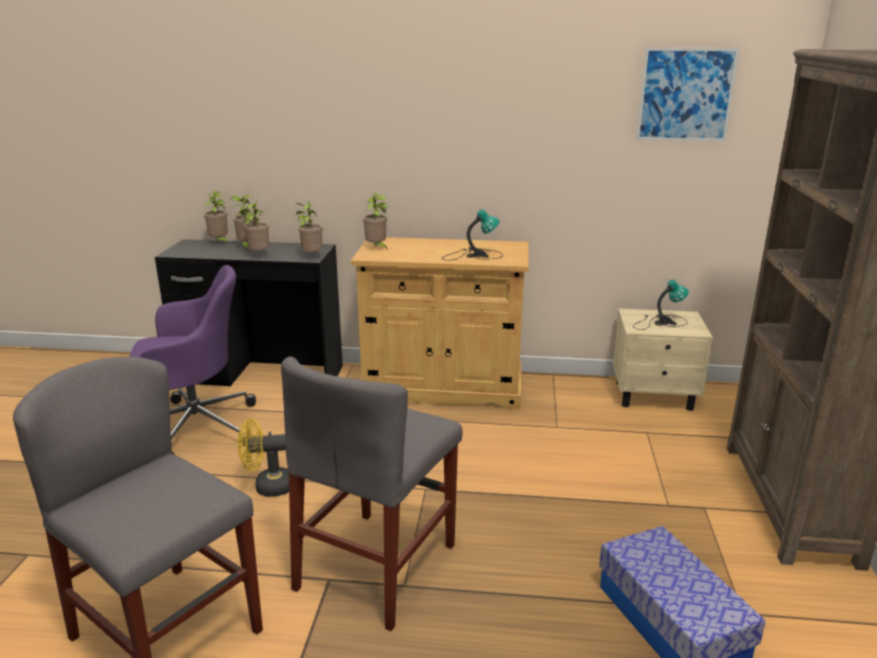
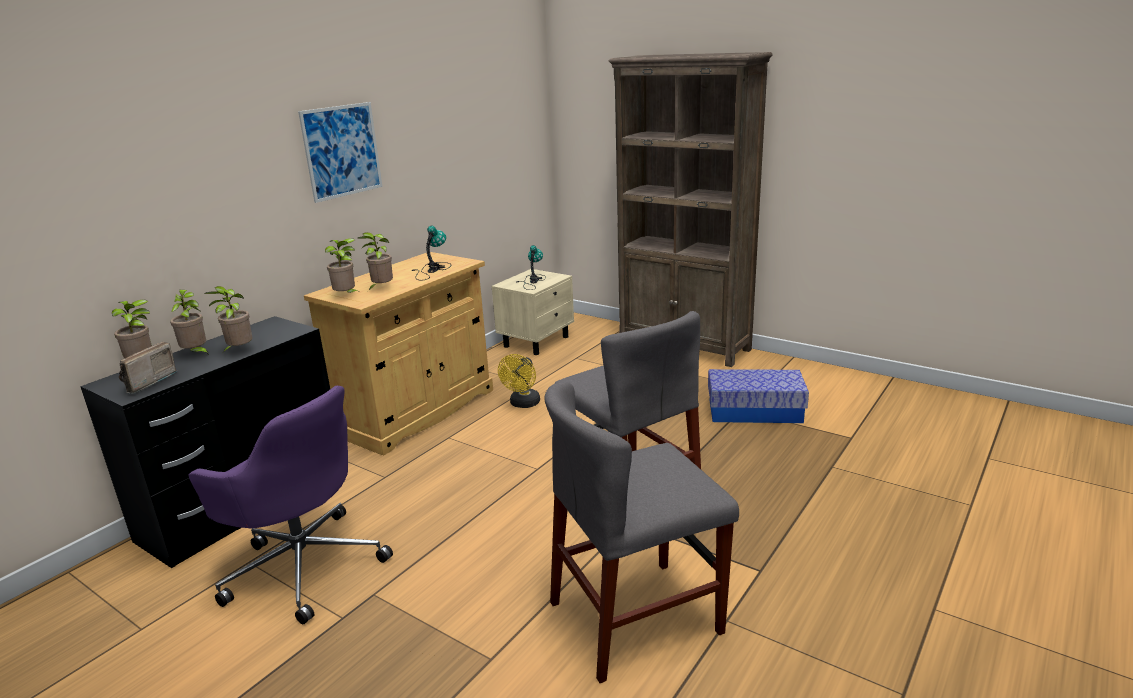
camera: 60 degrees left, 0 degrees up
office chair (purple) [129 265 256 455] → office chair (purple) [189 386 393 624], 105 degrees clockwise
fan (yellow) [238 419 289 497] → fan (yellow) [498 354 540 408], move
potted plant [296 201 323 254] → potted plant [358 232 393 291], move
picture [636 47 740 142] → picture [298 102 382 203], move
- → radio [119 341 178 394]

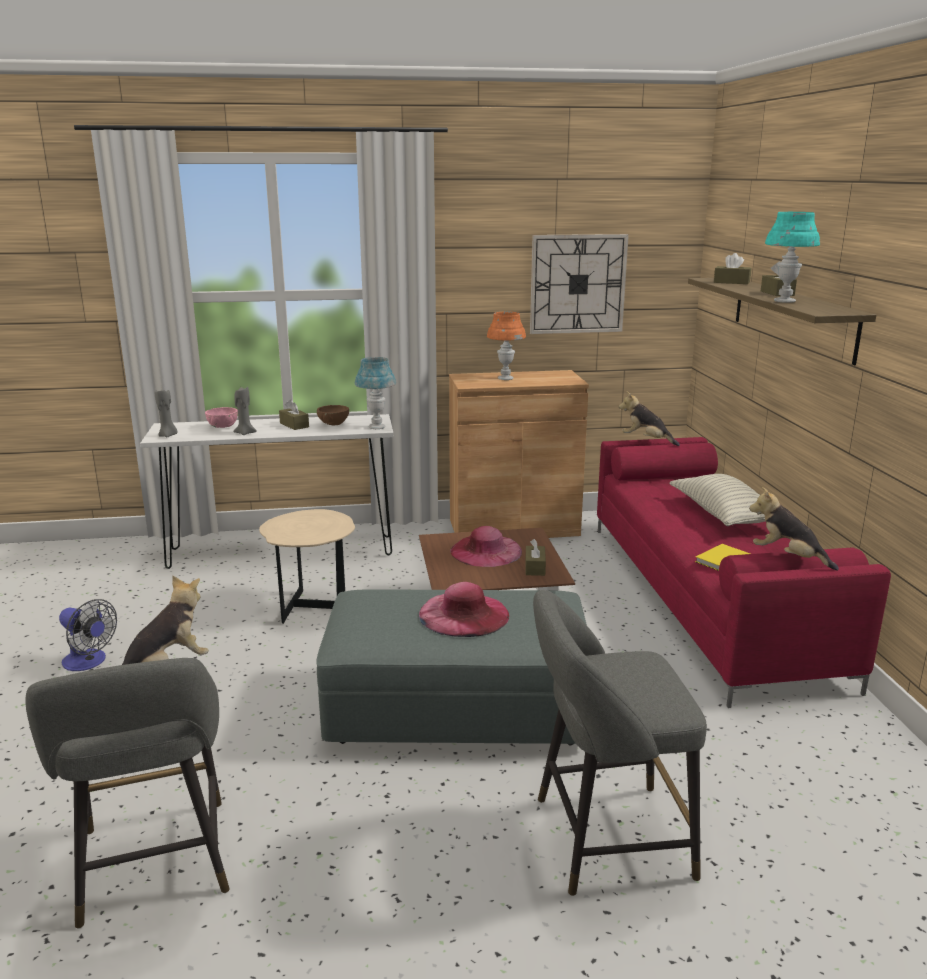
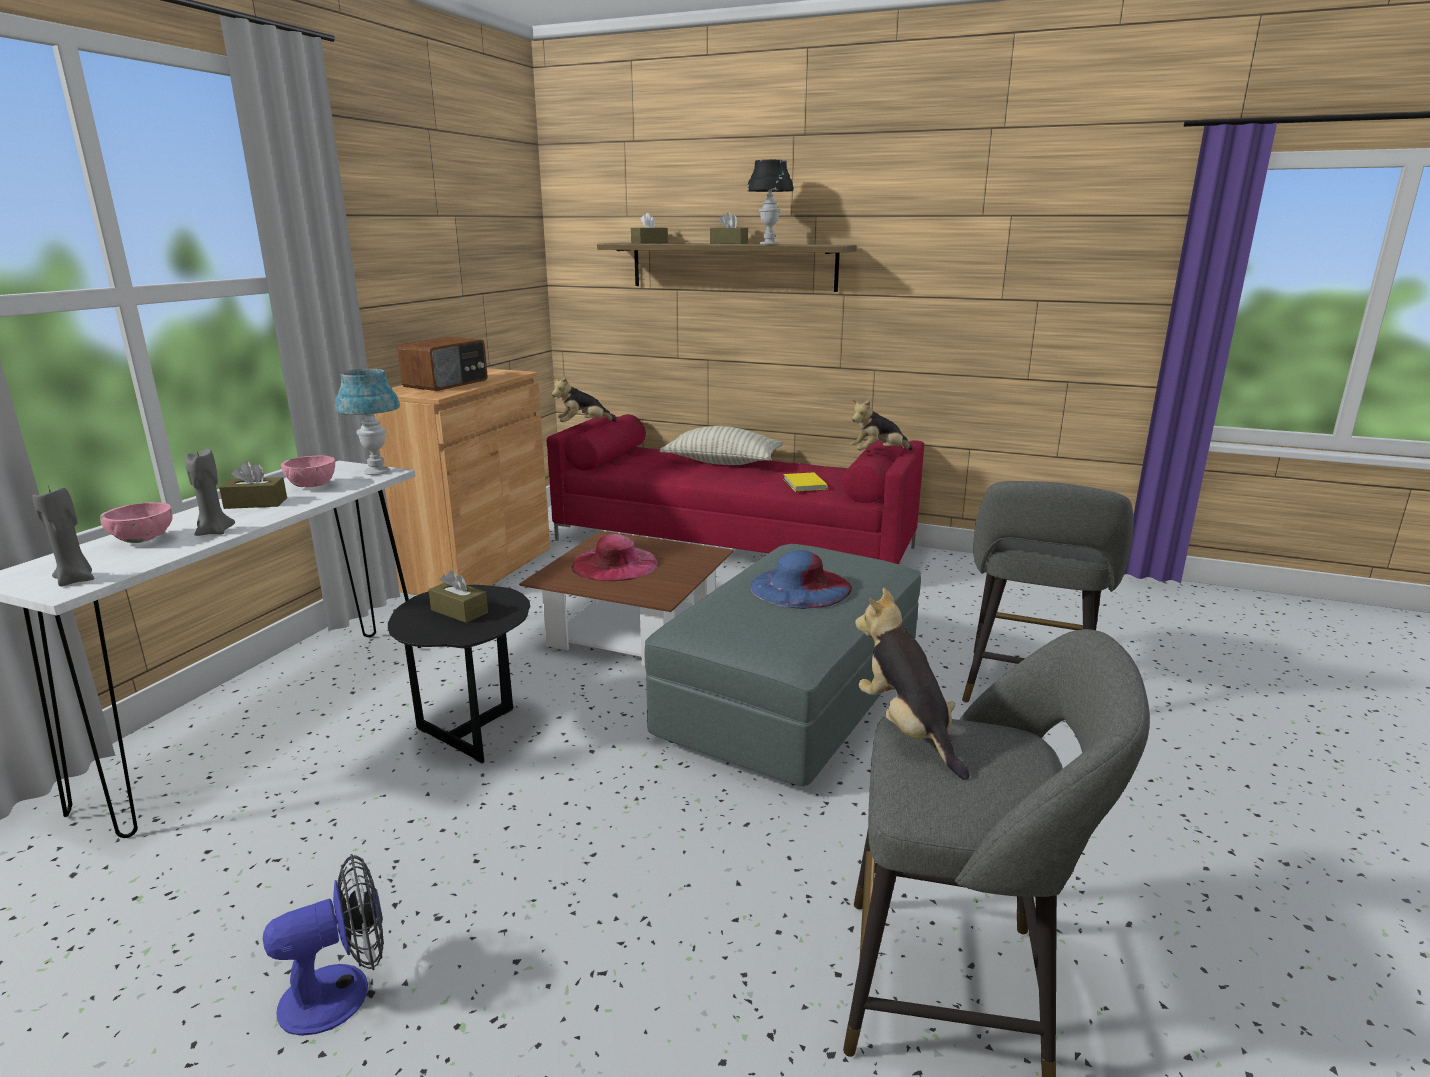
camera: 60 degrees left, 0 degrees up
side table (beige) [259 509 355 624] → side table (black) [388 585 530 763]
bowl (brown) [317 405 349 426] → bowl (pink) [281 456 335 487]
hat (pink) [419 582 509 637] → hat (blue) [751 550 852 609]
table lamp (orange) [487 311 526 380] → radio [398 337 488 391]
tissue box (brown) [526 539 546 576] → tissue box (brown) [429 570 488 623], move
wall clock [530 234 629 334] → -
table lamp (turquoise) [765 212 820 303] → table lamp (black) [747 160 794 245]

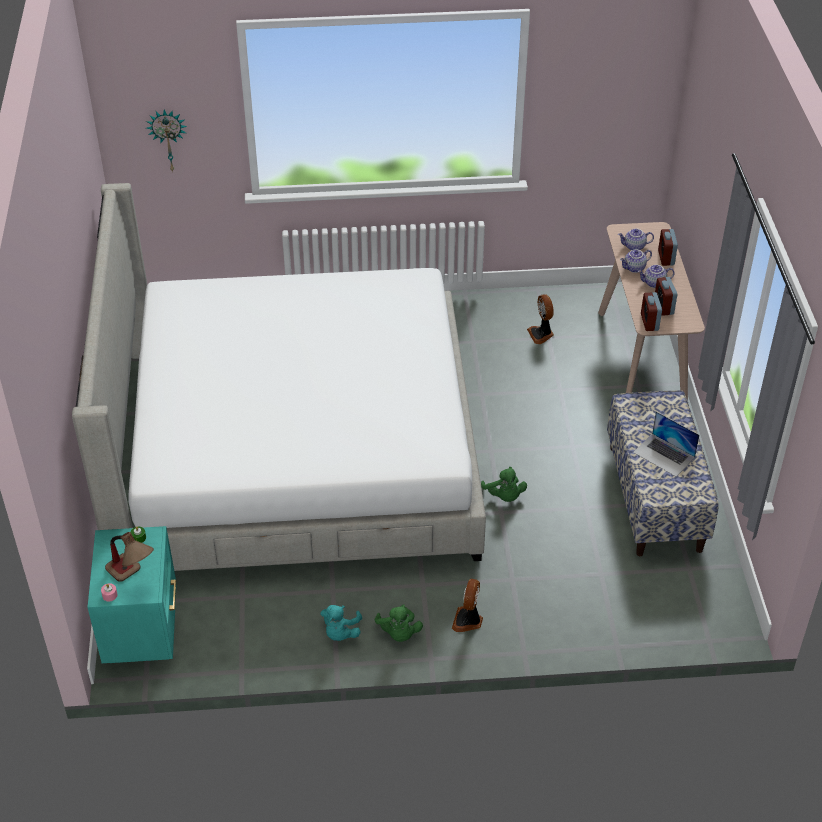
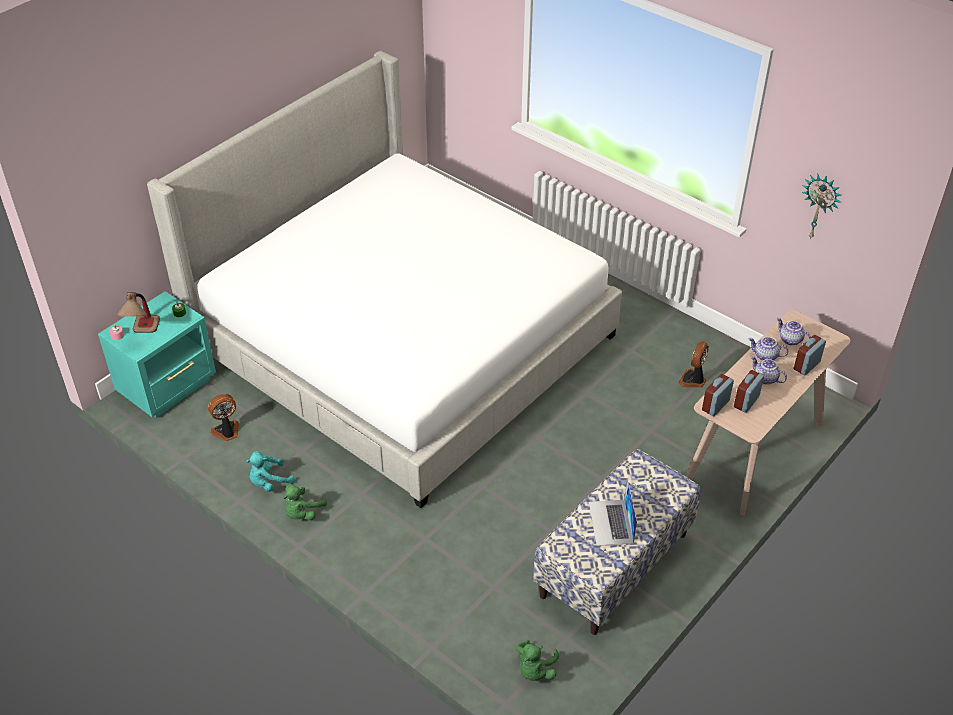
camera: 45 degrees right, 0 degrees up
wall clock [146 110 187 172] → wall clock [802 174 842 240], move
fan [452 579 483 632] → fan [208 394 239 441], move
plush toy (green) [481 467 527 502] → plush toy (green) [516 640 559 681], move

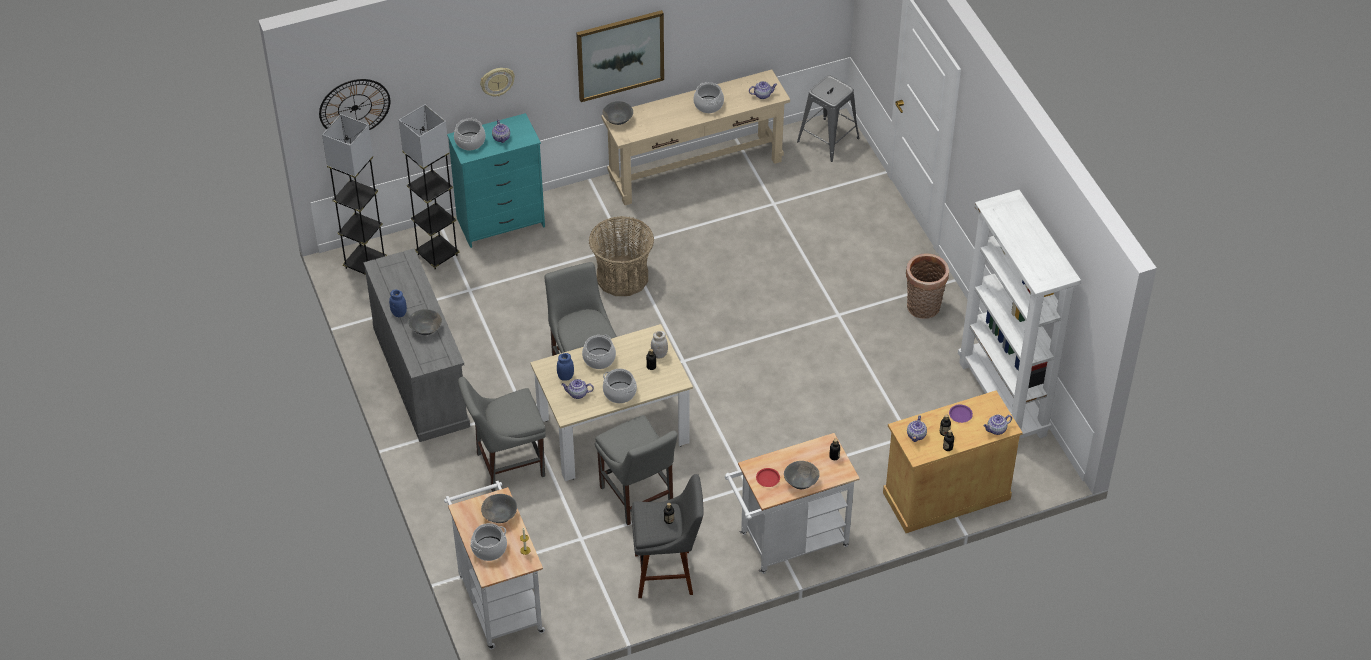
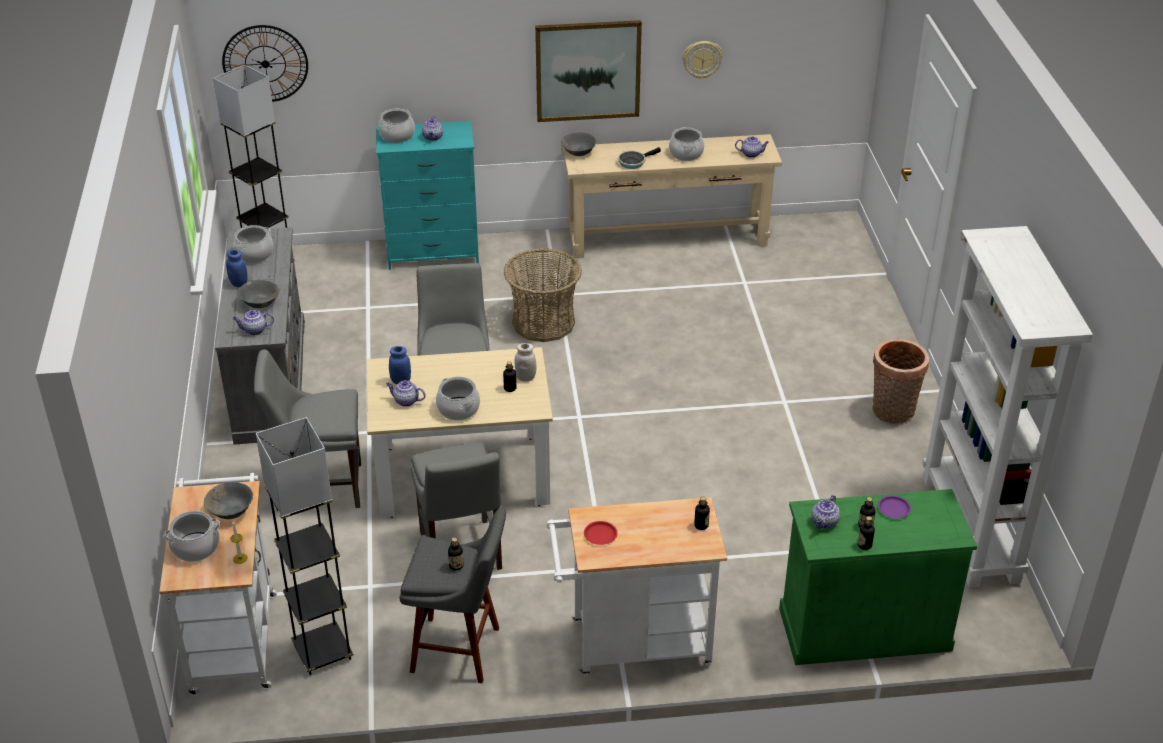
camera: 15 degrees right, 10 degrees down
floor lamp (grey) [399 104 460 270] → floor lamp (grey) [256 417 354 675], move
wall clock [480 68 515 96] → wall clock [683 41 723 79], move
cooking pot [582 334 616 369] → cooking pot [233 225 273 263], move
bowl (grey) [784 461 820 489] → -
stool (grey) [797 75 859 162] → -
cabinet (beige) [883 391 1023 533] → cabinet (green) [779 489 977 665]
teapot [984 414 1012 435] → teapot [233 310 274 335], move
- → frying pan [618 147 661 169]

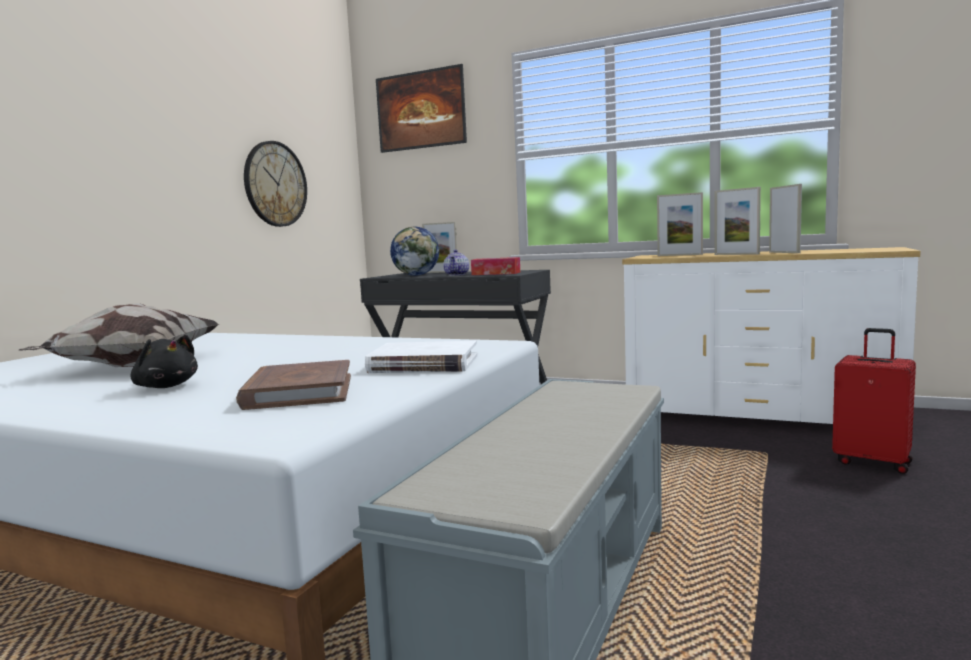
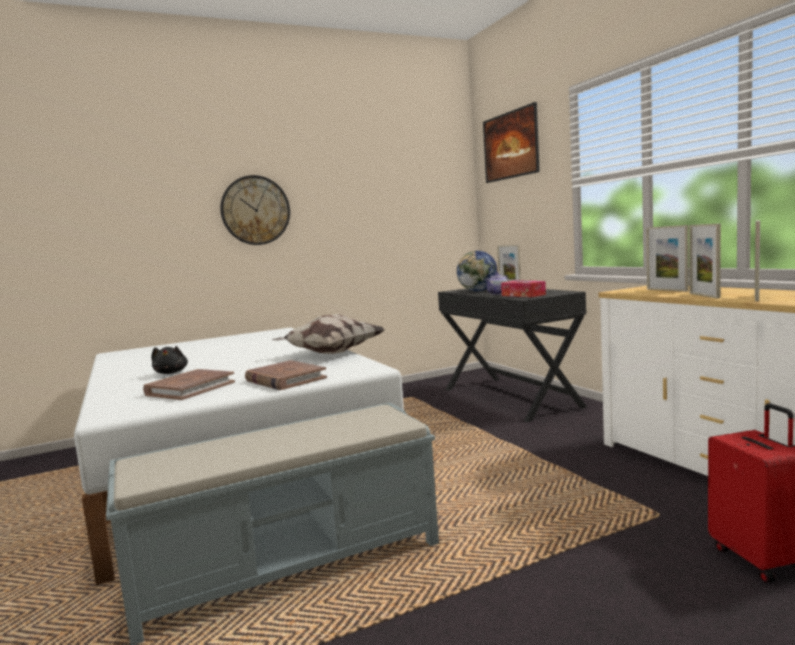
camera: 40 degrees right, 0 degrees up
pillow [19 303 218 367] → pillow [272 314 385 354], move
wall clock [244 141 307 227] → wall clock [220 175 290 245], move
book (white) [365 341 477 373] → book (brown) [245 360 327 390]

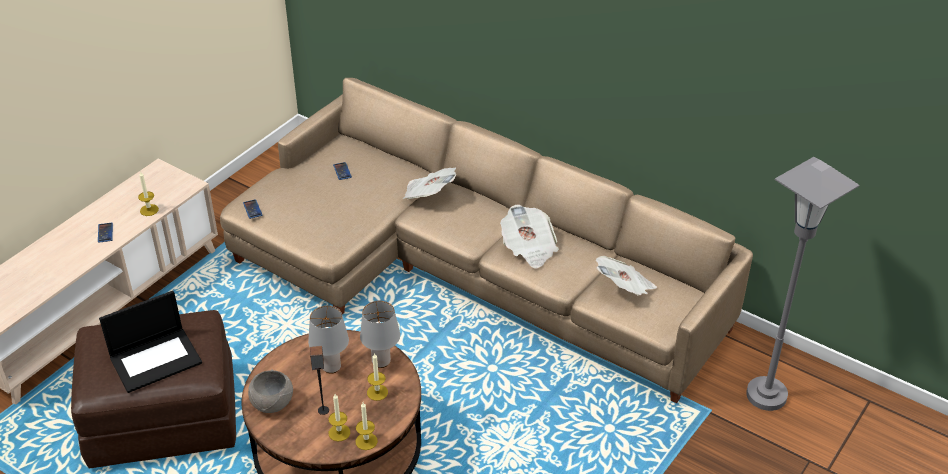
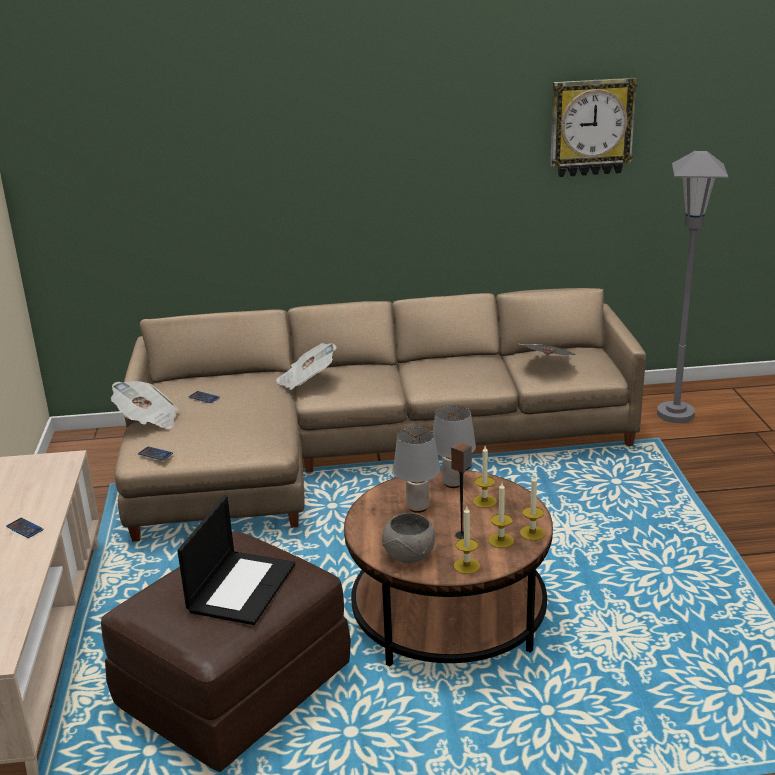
camera: 40 degrees left, 15 degrees down
candle [138 171 159 216] → candle [454 507 480 574], move
newspaper [500 204 559 269] → newspaper [111 381 179 429], move
- → wall clock [550 78 638 177]

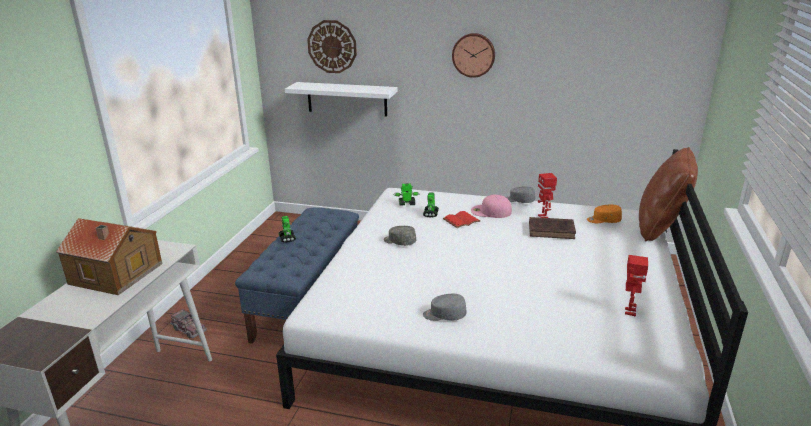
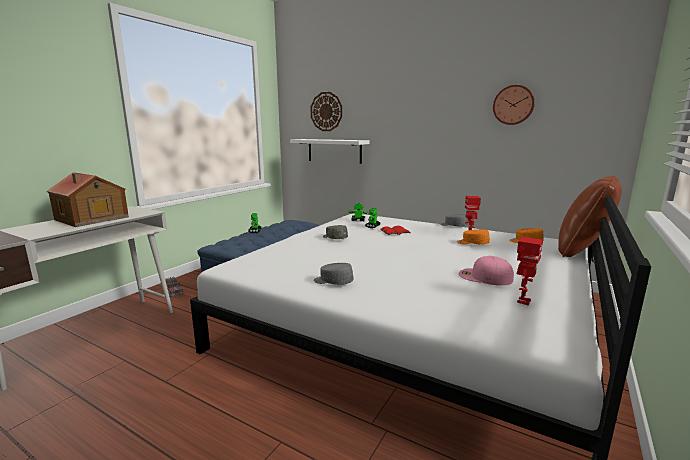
camera: 15 degrees right, 10 degrees down
wall clock [452 33 495 78] → wall clock [493 85 535 125], move
cap (pink) [471 194 512 218] → cap (pink) [459 256 514 286], move
book (brown) [529 217 576 239] → cap (orange) [457 229 490 244]

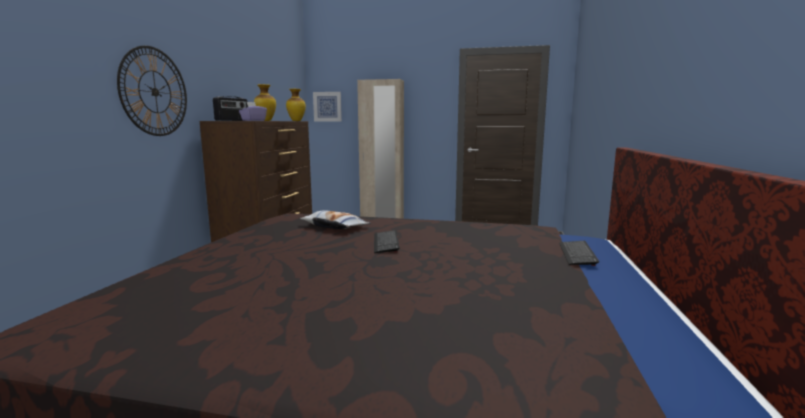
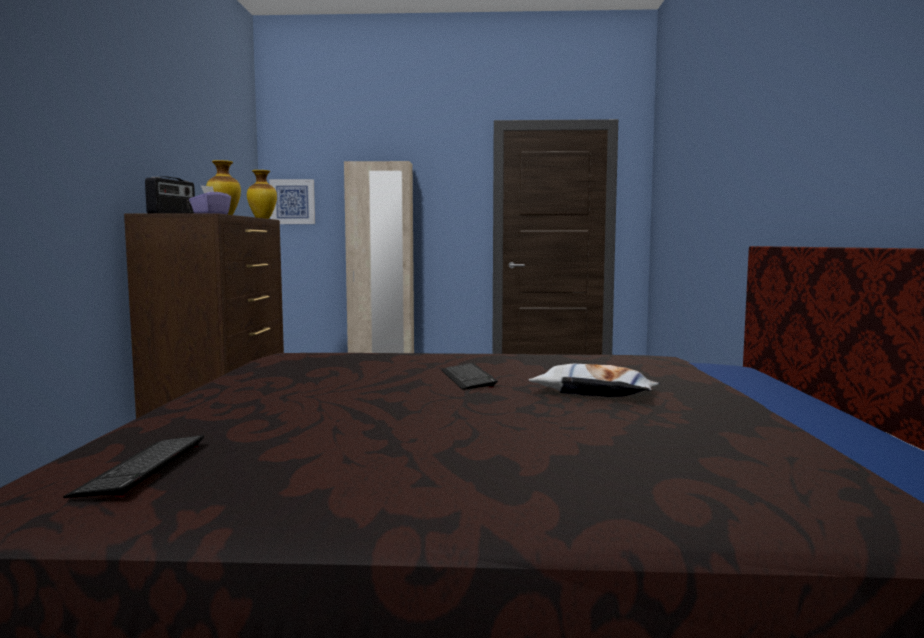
camera: 10 degrees left, 5 degrees down
wall clock [117 46 187 136] → -
pillow [300 210 371 229] → pillow [528 364 660 397], move
keyboard [559 241 599 266] → keyboard [63 435 204 498], move

